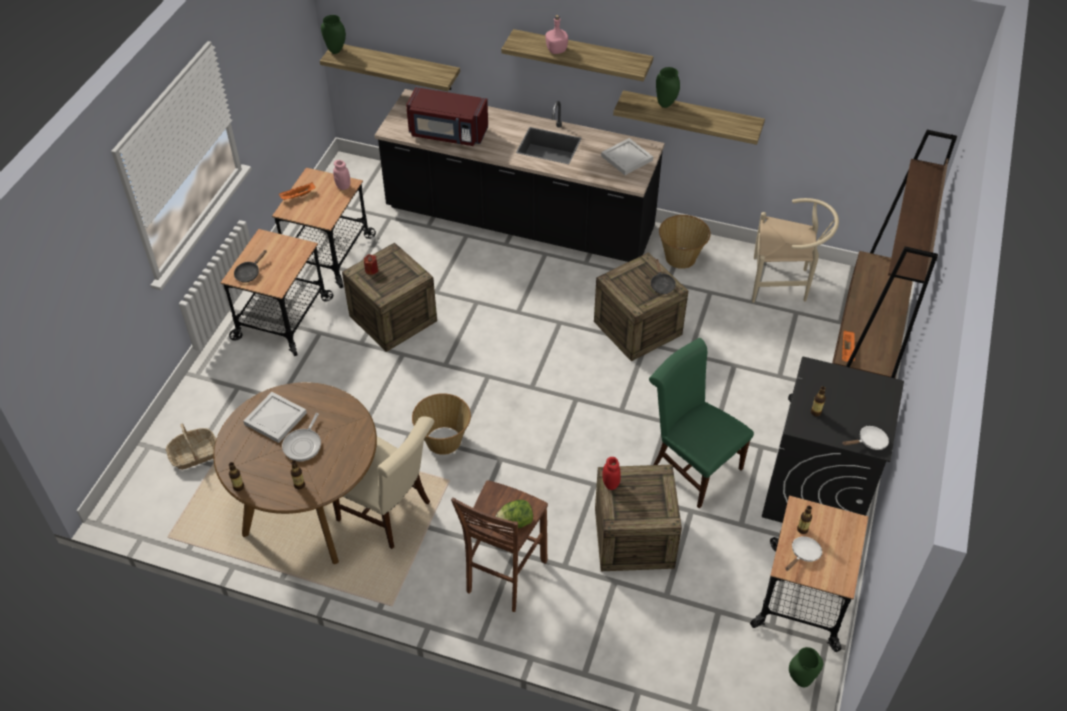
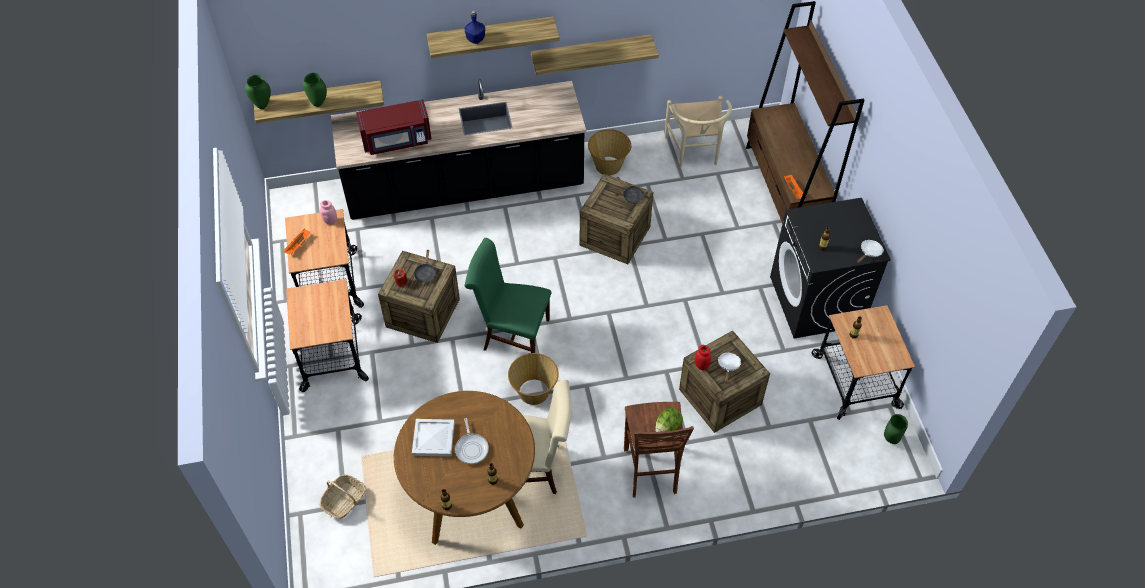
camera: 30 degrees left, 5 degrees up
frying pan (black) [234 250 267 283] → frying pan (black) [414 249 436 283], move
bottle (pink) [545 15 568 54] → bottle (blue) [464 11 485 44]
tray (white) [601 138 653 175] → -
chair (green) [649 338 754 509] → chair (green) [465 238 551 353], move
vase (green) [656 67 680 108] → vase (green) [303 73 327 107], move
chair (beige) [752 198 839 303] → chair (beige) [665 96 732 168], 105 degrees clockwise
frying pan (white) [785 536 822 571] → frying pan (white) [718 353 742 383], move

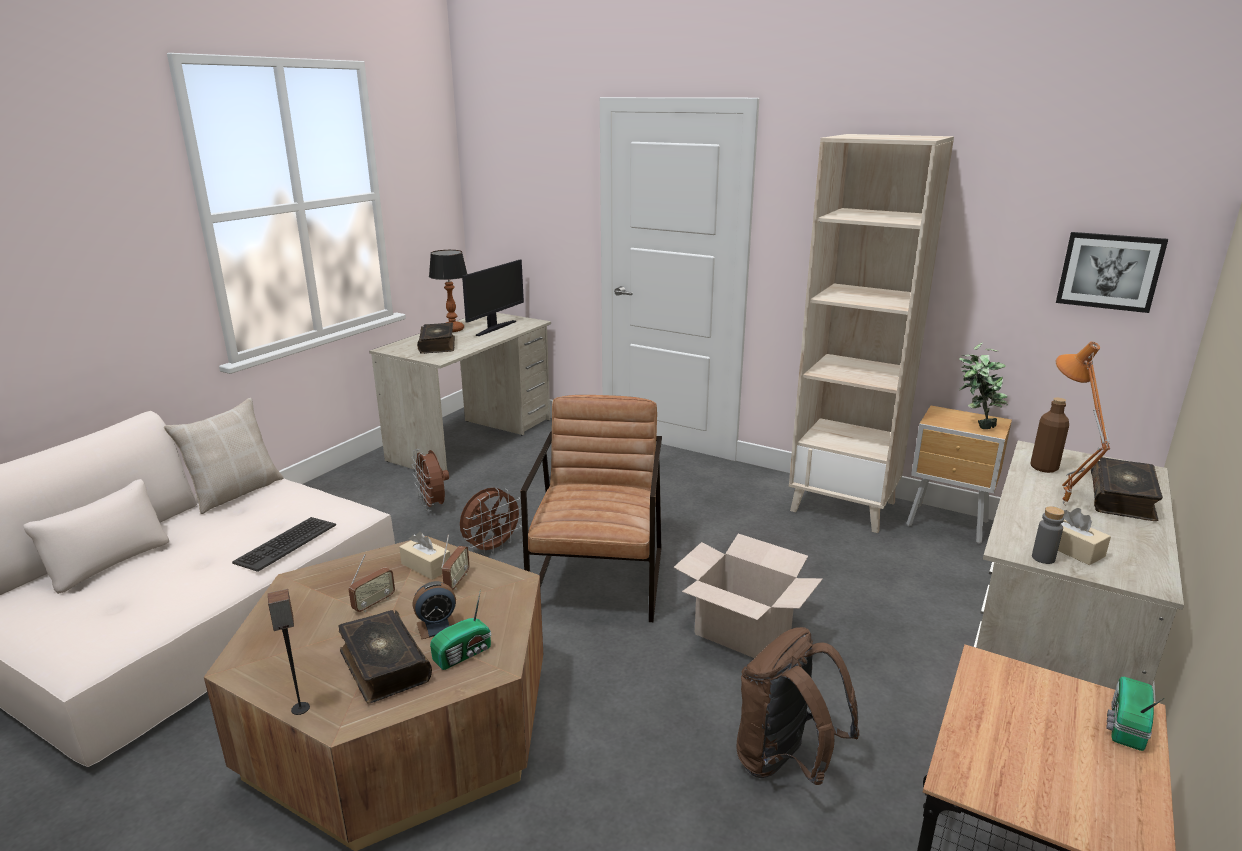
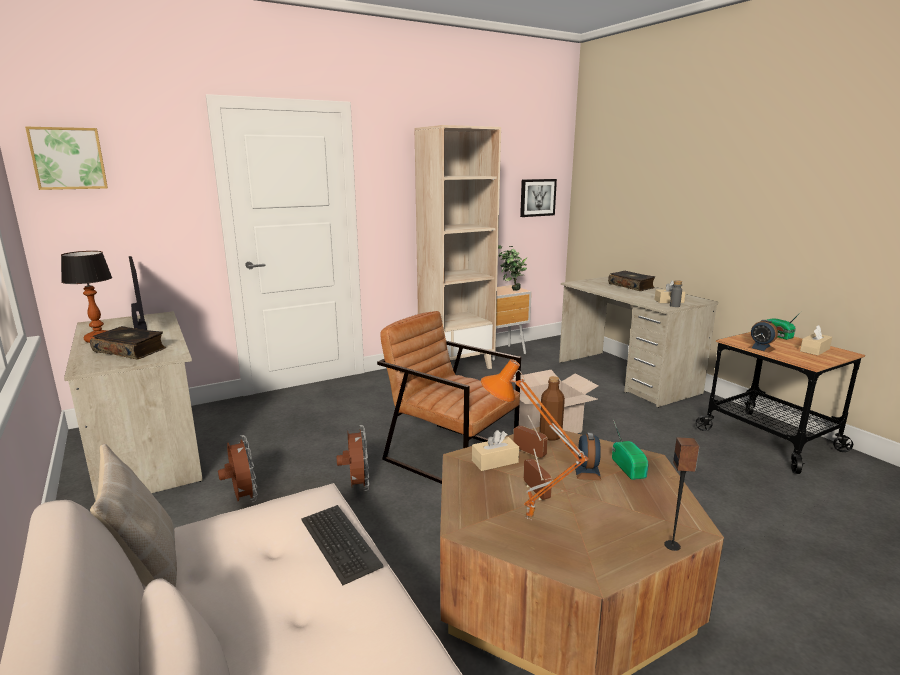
camera: 60 degrees left, 5 degrees down
book [338 610 432 704] → -
fan (brown) [412 449 449 511] → fan (brown) [218 435 258 502], 120 degrees counterclockwise
backpack (brown) [737 627 859 785] → -
bottle (brown) [1031 398 1069 473] → bottle (brown) [539 376 565 441], move
table lamp (orange) [1056 341 1110 506] → table lamp (orange) [481 359 588 520], move
- → picture [25 127 108 190]
- → alarm clock [748 320 778 353]
- → tissue box (beige) [800 325 832 356]

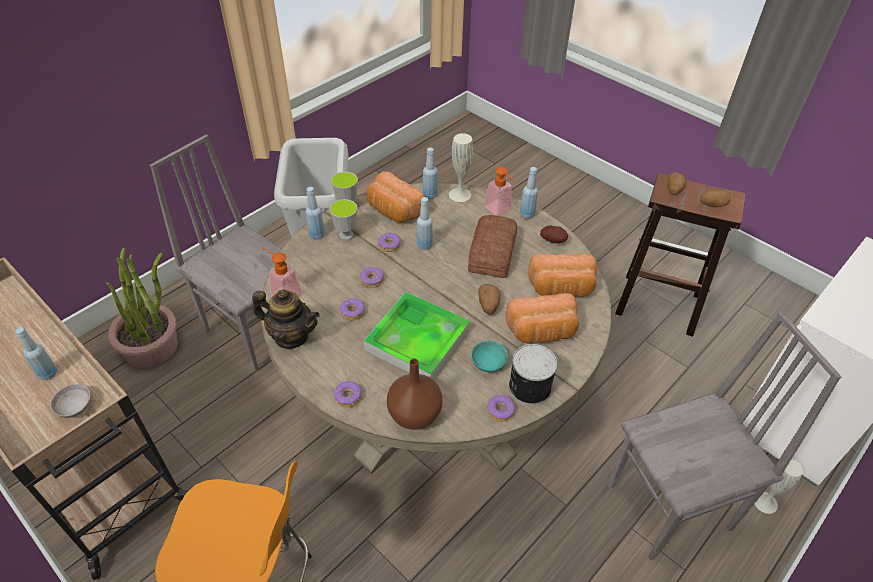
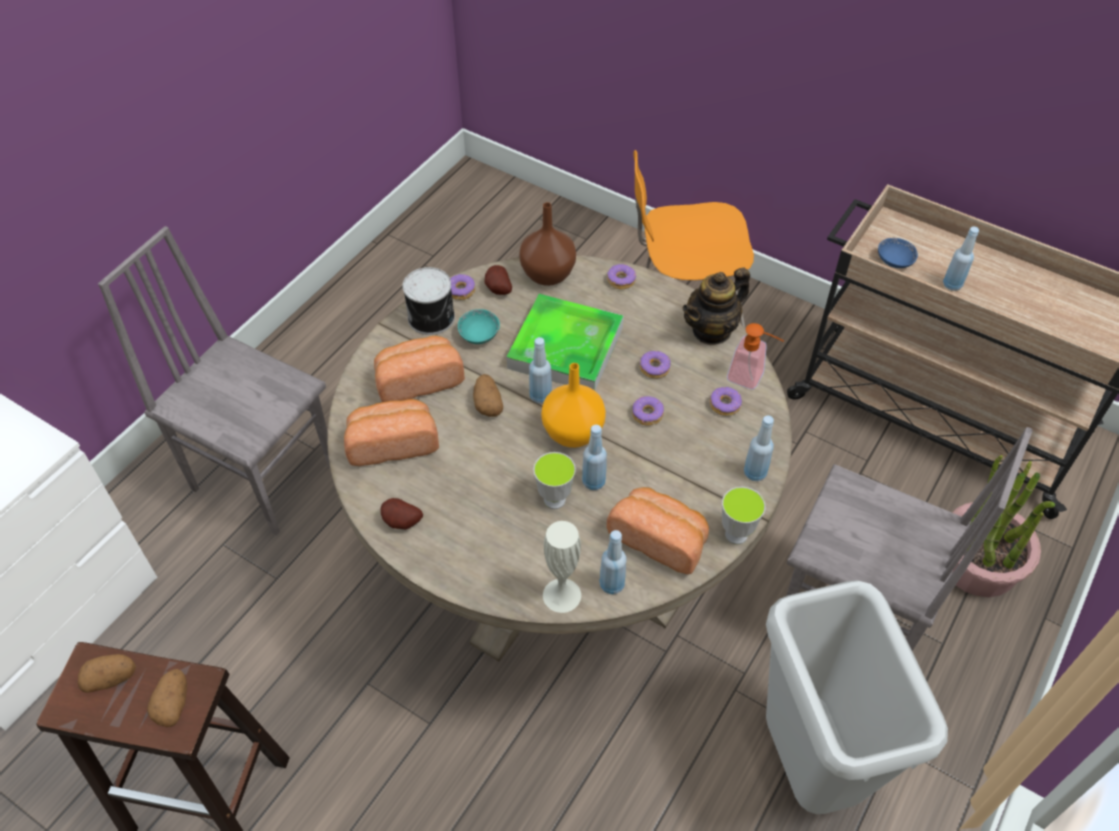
camera: 170 degrees right, 5 degrees up
bowl (grey) [50 384 91 418] → bowl (blue) [878 238 918 268]
teapot [252 289 320 349] → teapot [682 267 750 345], 45 degrees counterclockwise
cup [330 199 358 240] → cup [533 452 576 509], move
donut [378 233 401 252] → donut [710 387 742 416], move
bread [468 215 517 278] → -
soap dispenser [484 167 516 216] → -
bottle (blue) [520 167 538 219] → bottle (blue) [529 337 552 404], move
chair (grey) [608 312 841 560] → chair (grey) [98 226 330 536], 60 degrees clockwise
vase (white) [755 459 803 514] → -
- → potato [485 265 512 295]
- → vase (orange) [541 363 606 448]

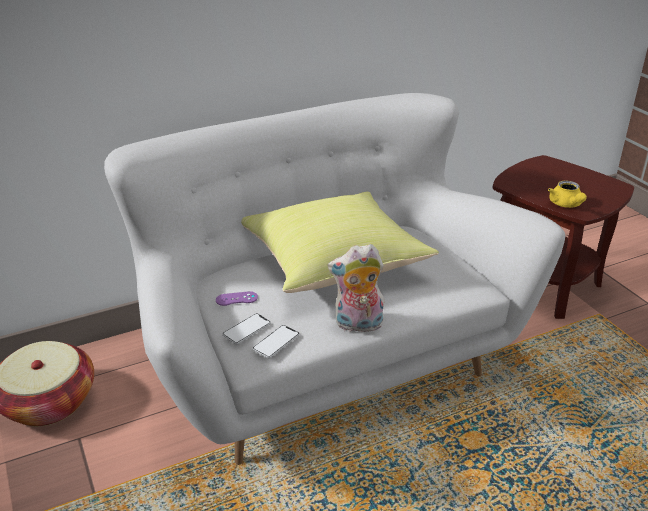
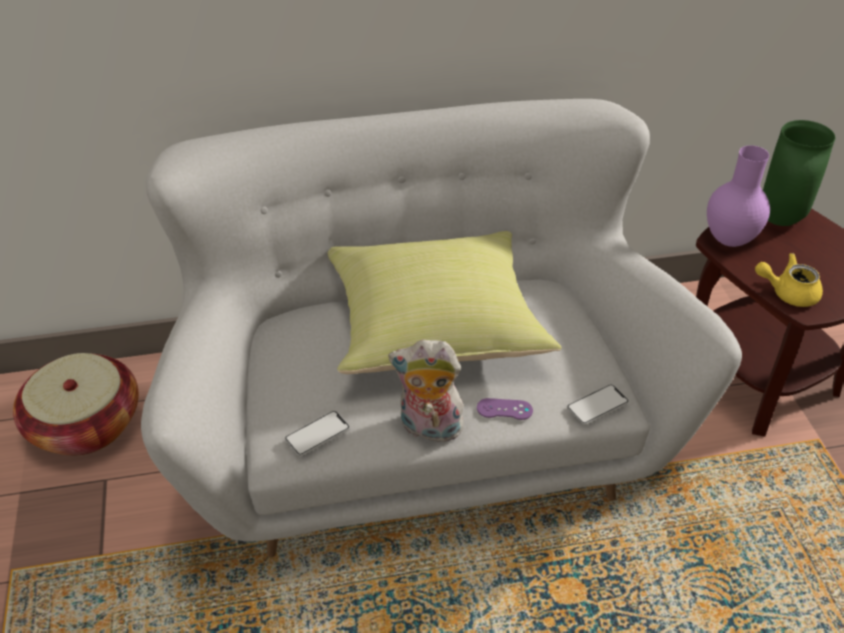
camera: 15 degrees right, 10 degrees up
game controller (purple) [216 291 258 306] → game controller (purple) [477 398 533 420], move
phone [222 313 271 344] → phone [567 384 629 425], move
teapot (yellow) [548 181 587 208] → teapot (yellow) [755 253 823 307], 90 degrees clockwise
- → vase (purple) [707 145 770 247]
- → vase (green) [763 120 835 226]

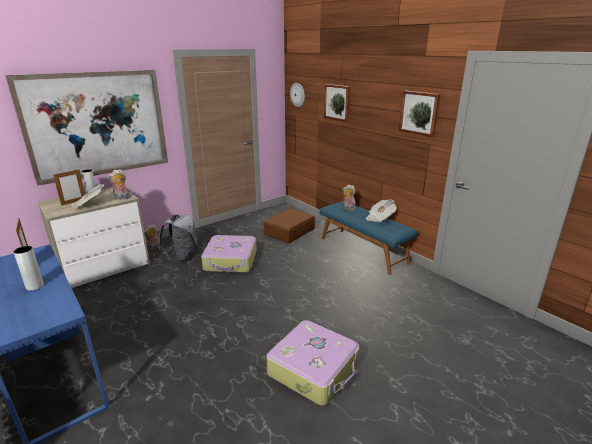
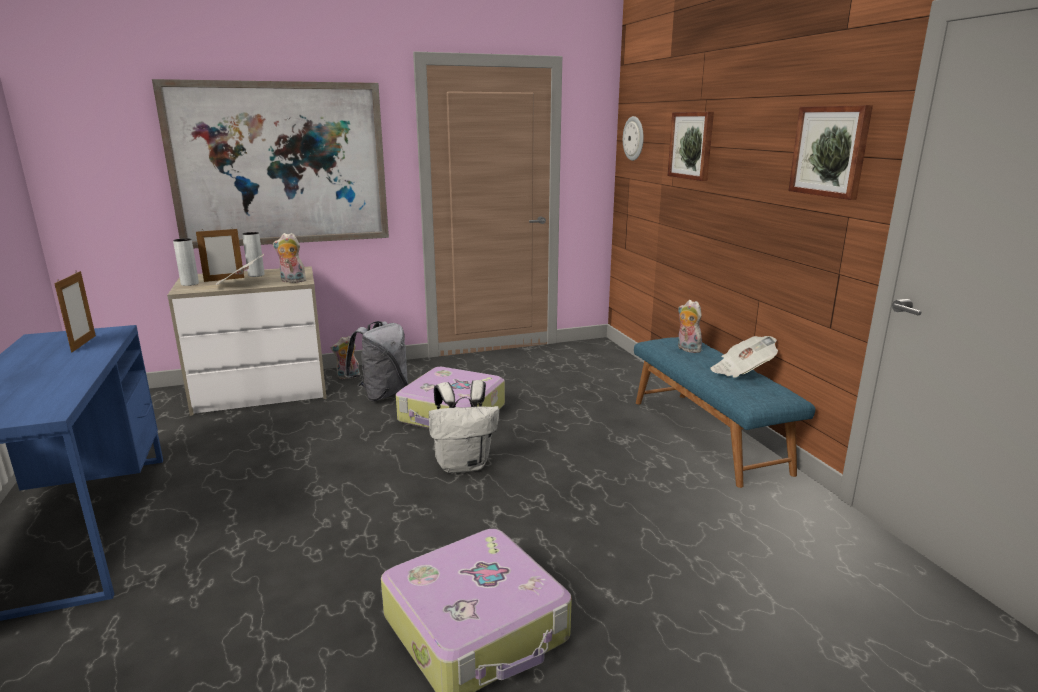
camera: 20 degrees right, 5 degrees down
vase (grey) [14 246 44 291] → vase (grey) [173 238 199 286], move
suitcase (brown) [264 208 315 243] → -
- → backpack (white) [429 380 499 473]

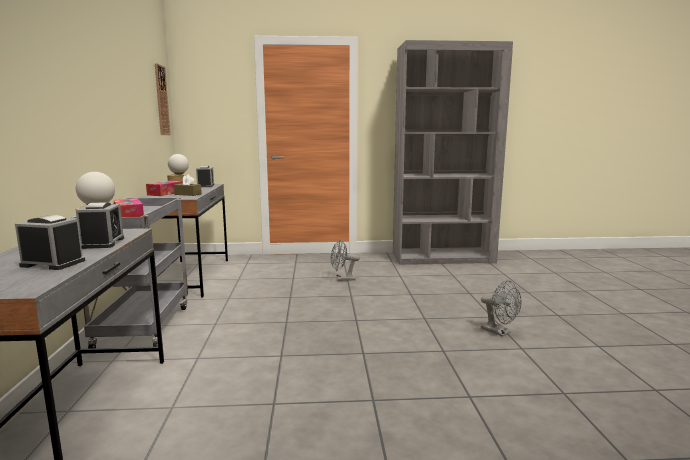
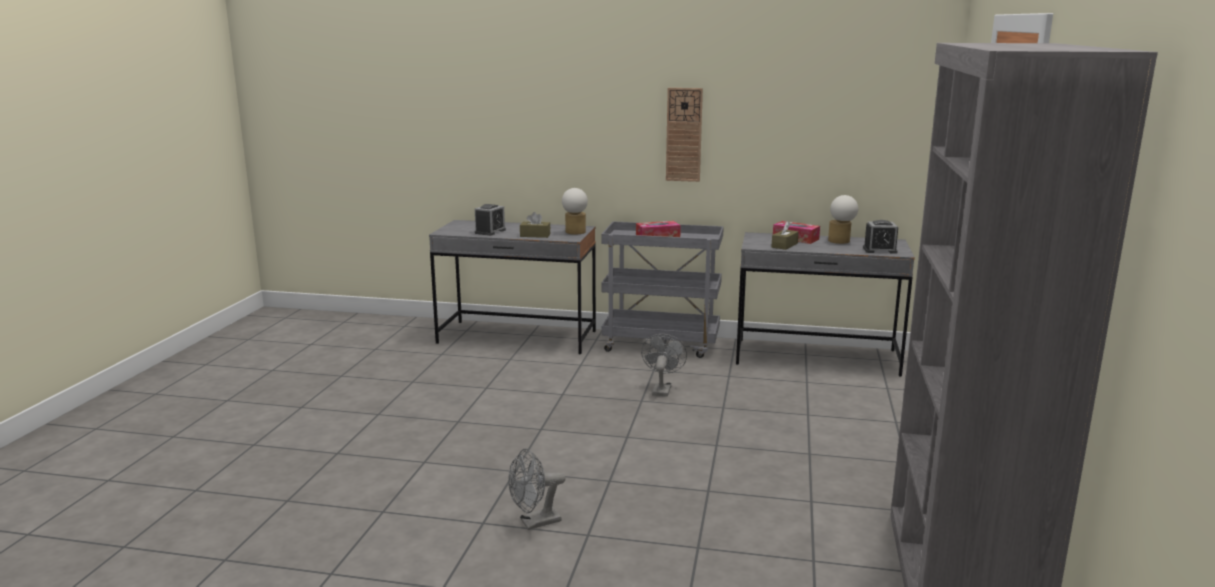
camera: 105 degrees right, 5 degrees up
alarm clock [76 202 124 249] → tissue box (brown) [520 212 550 238]
wall clock [155 63 171 135] → wall clock [666 88 703 182], move
fan (grey) [331 240 360 281] → fan (grey) [641 334 687 397], move

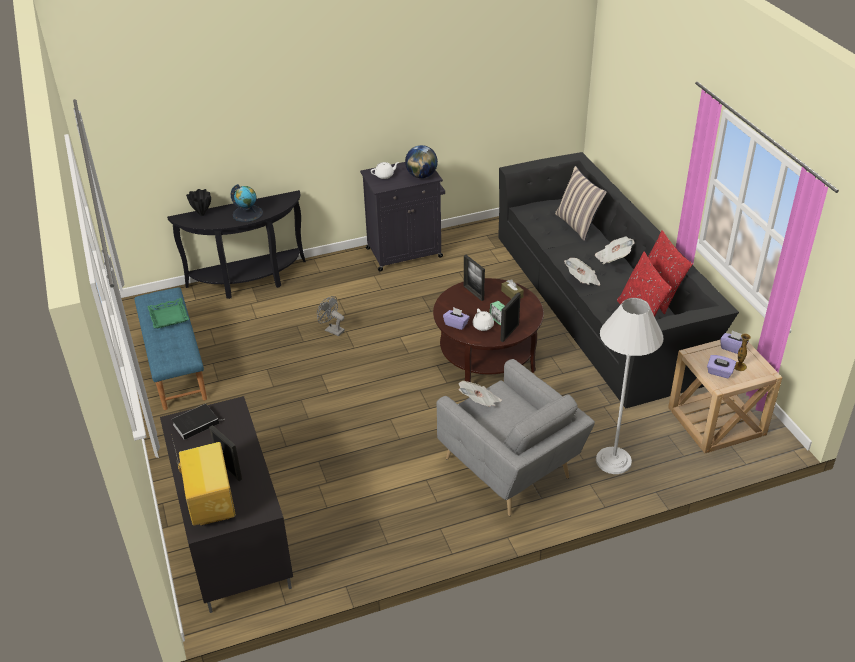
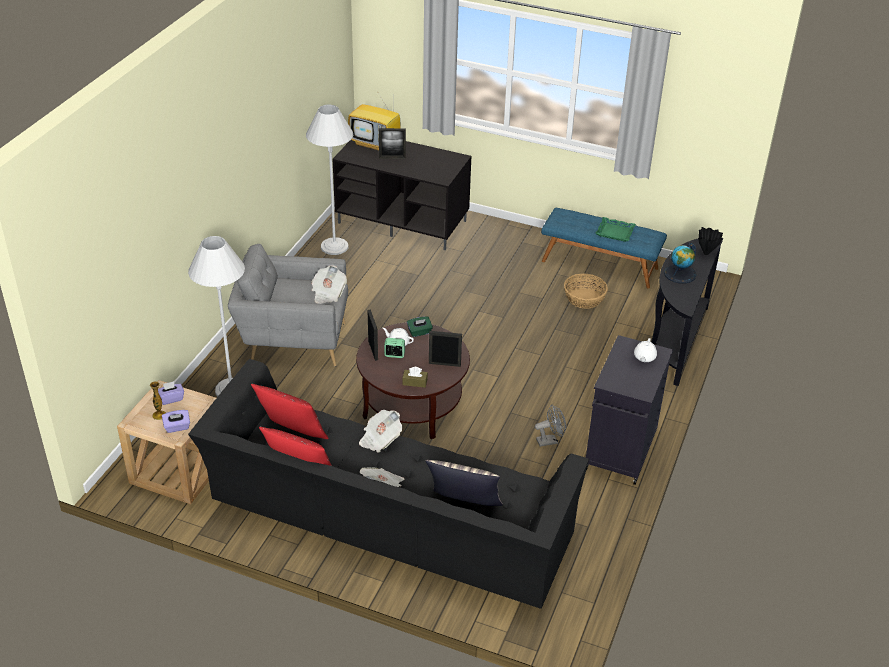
camera: 130 degrees right, 0 degrees up
book [172 404 225 440] → -
fan (grey) [317 296 345 336] → fan (grey) [535 405 566 447], move
globe [405 145 438 178] → -
tissue box (purple) [443 307 470 330] → tissue box (green) [407 316 433 337]
- → floor lamp (white) [306 105 353 255]
- → basket [564 274 608 309]

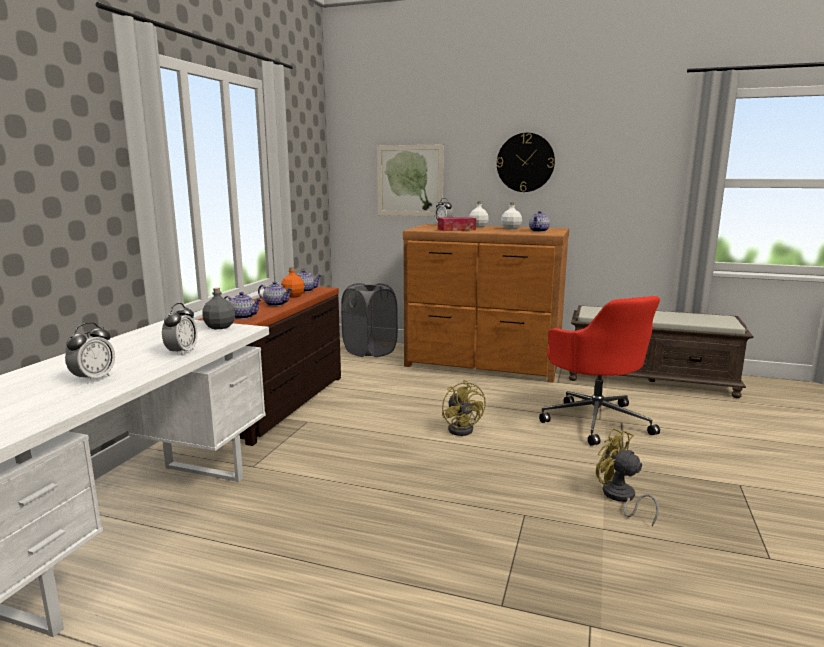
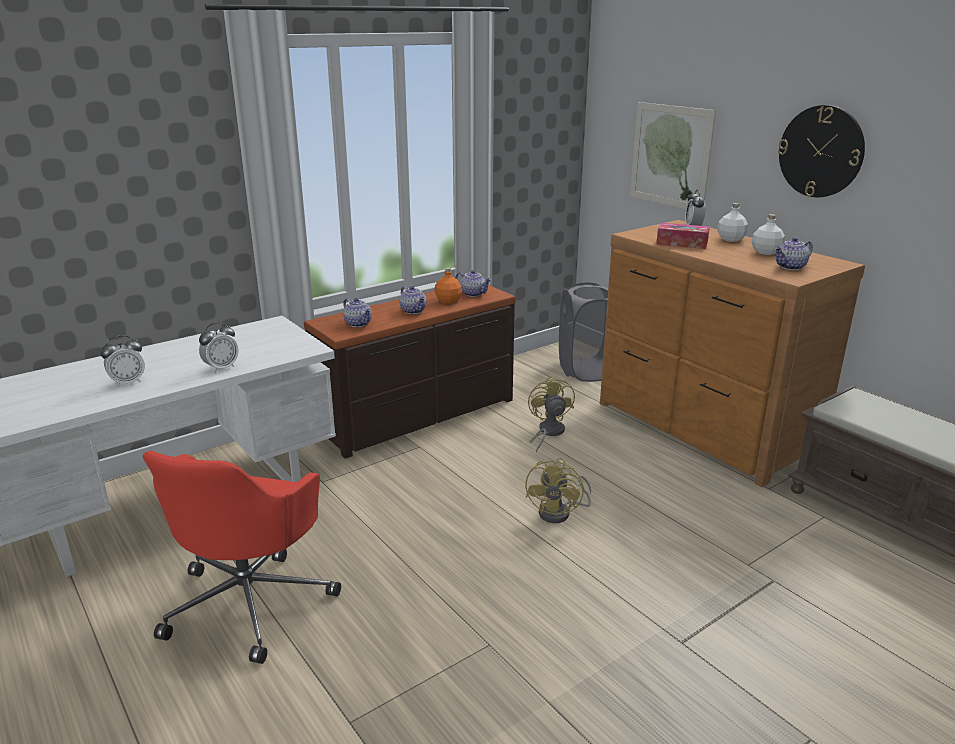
camera: 35 degrees right, 10 degrees up
bottle (grey) [202 288 235 329] → -
office chair (red) [539 296 660 446] → office chair (red) [142 450 341 664], move
fan (yellow) [596 428 659 526] → fan (yellow) [528 376 575 452], move

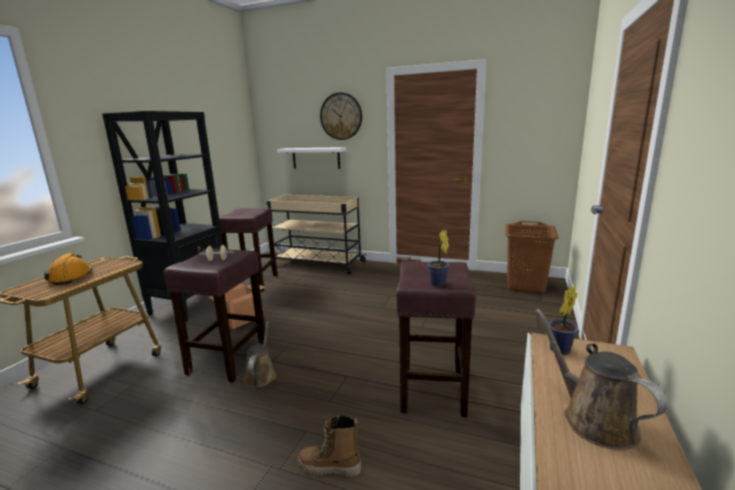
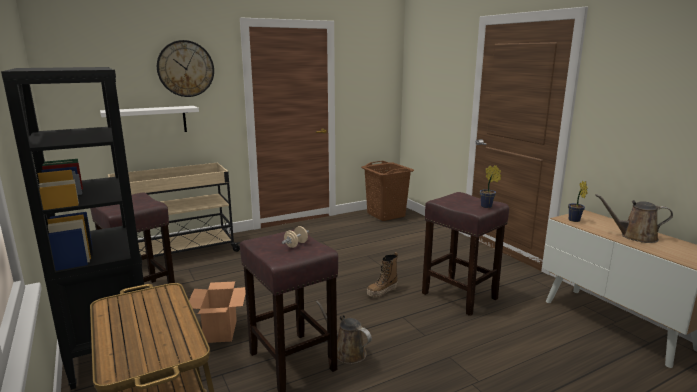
camera: 50 degrees left, 0 degrees up
hard hat (orange) [44 253 93 285] → -
boot [298 415 361 477] → boot [367 252 398 298], move

